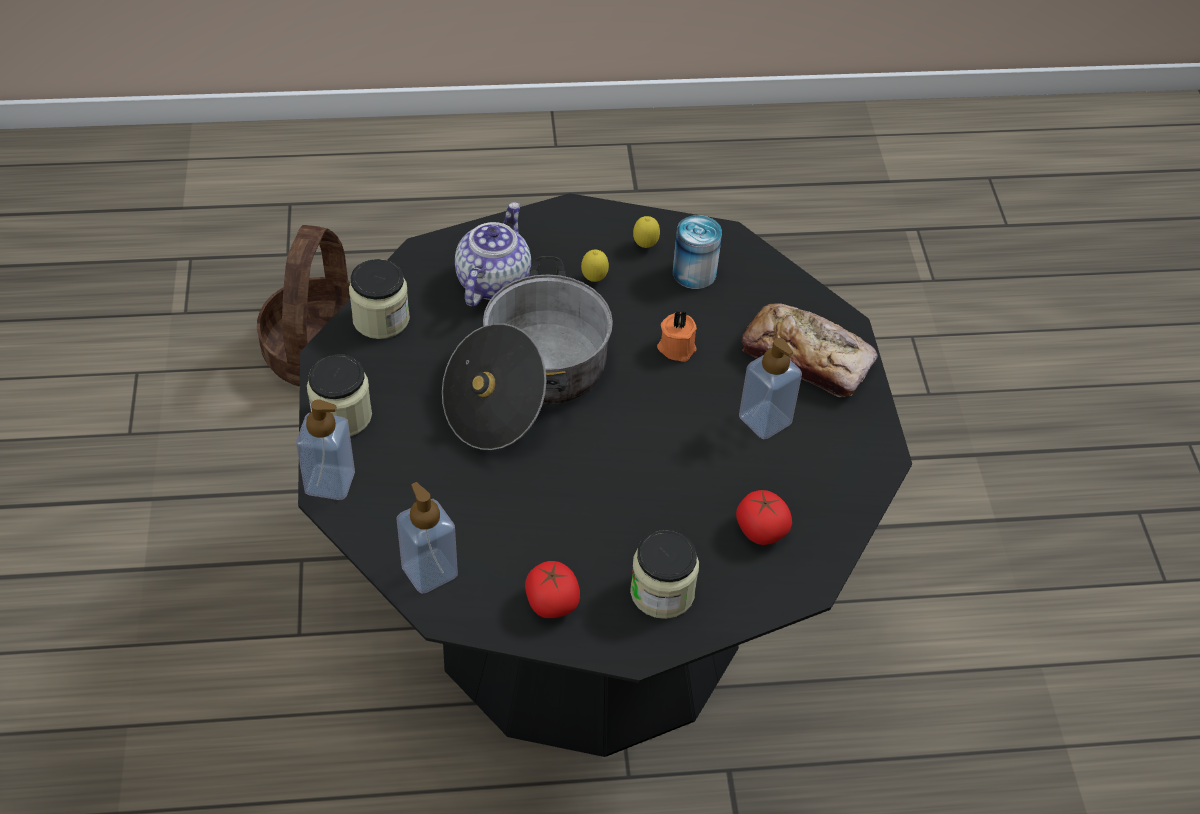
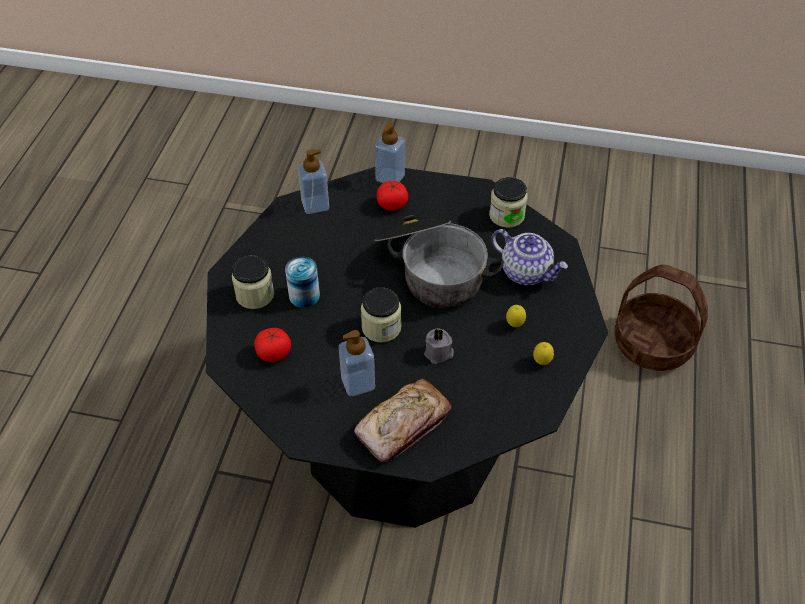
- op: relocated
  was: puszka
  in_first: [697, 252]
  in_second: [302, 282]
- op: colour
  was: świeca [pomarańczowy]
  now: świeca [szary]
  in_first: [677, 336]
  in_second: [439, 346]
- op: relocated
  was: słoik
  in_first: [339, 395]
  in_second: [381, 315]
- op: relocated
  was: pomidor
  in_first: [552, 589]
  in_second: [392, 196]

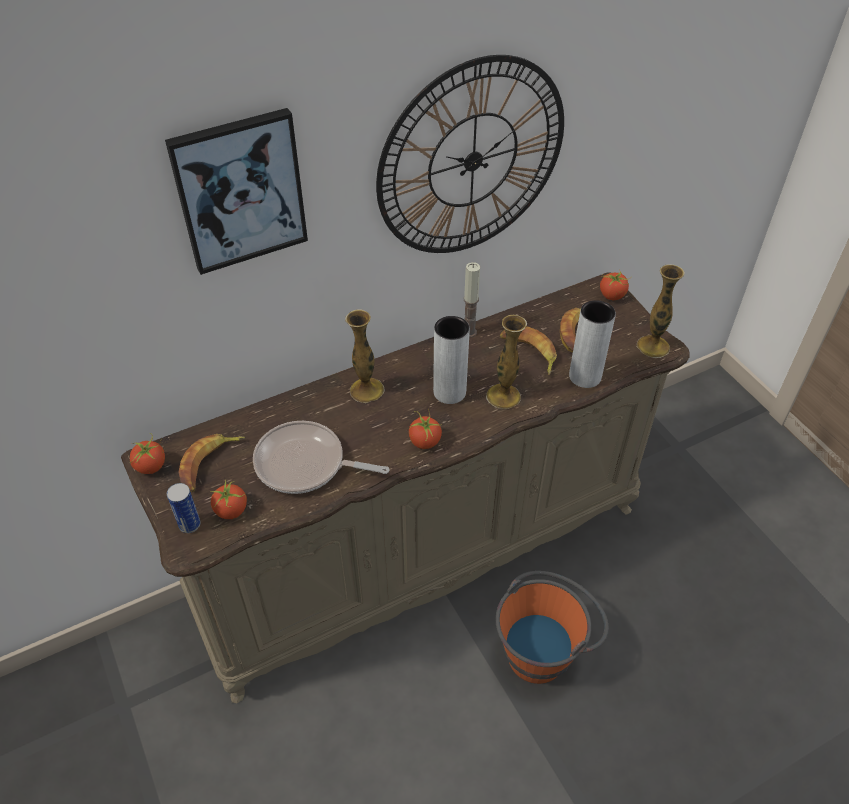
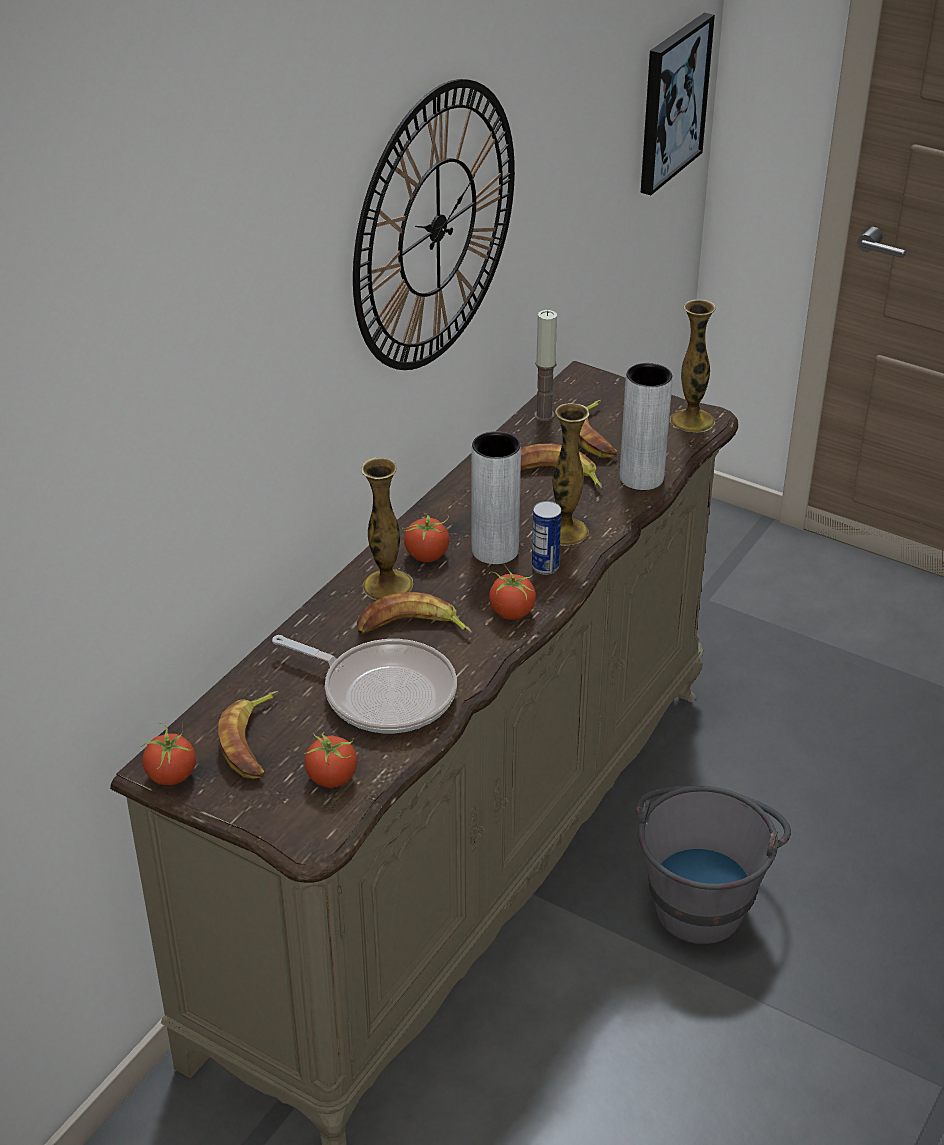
- op: relocated
  was: obraz
  in_first: [236, 191]
  in_second: [678, 104]
- op: relocated
  was: świeca
  in_first: [471, 299]
  in_second: [545, 365]
- op: relocated
  was: pomidor
  in_first: [616, 285]
  in_second: [426, 537]
- op: spun
  was: patelnia
  in_first: [321, 457]
  in_second: [364, 684]
  clockwise: -135
- op: relocated
  was: puszka
  in_first: [184, 508]
  in_second: [546, 538]
- op: colour
  was: wiadro [pomarańczowy]
  now: wiadro [szary]
  in_first: [552, 627]
  in_second: [713, 865]
- op: appeared
  now: banan
  in_second: [414, 613]

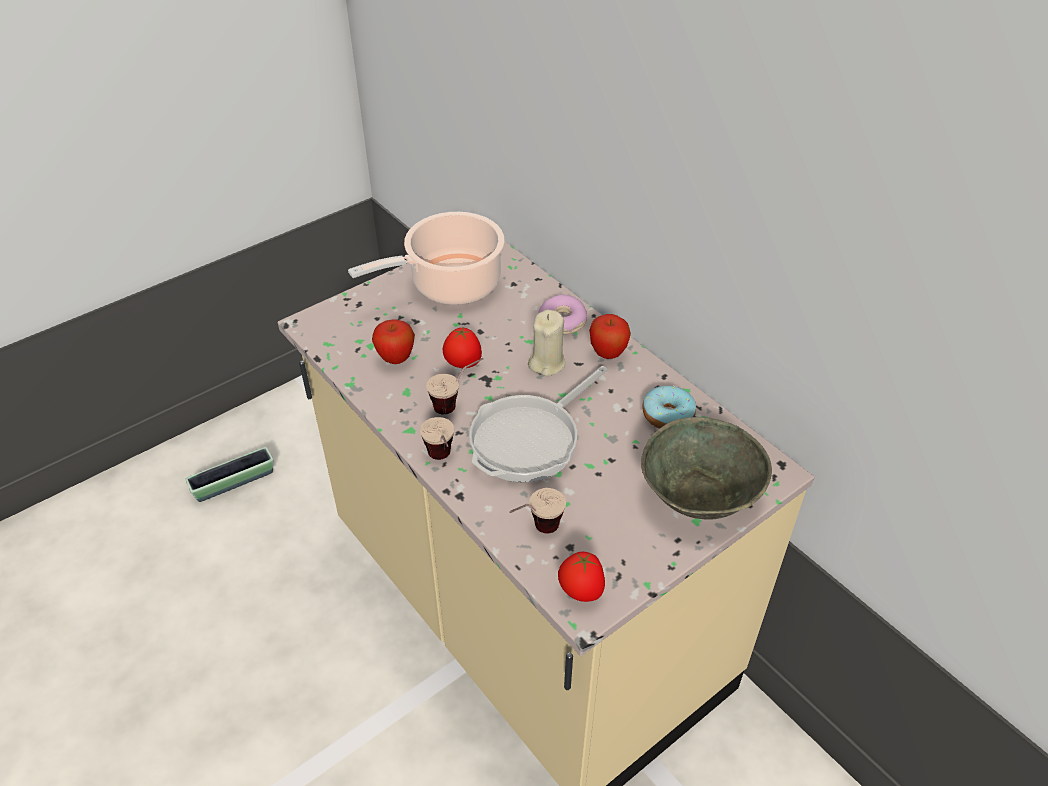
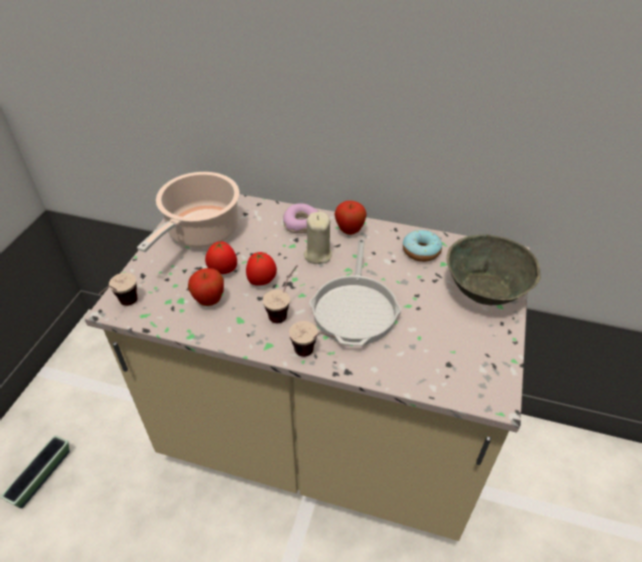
- op: relocated
  was: filiżanka
  in_first: [537, 511]
  in_second: [118, 289]
- op: relocated
  was: pomidor
  in_first: [581, 577]
  in_second: [221, 257]

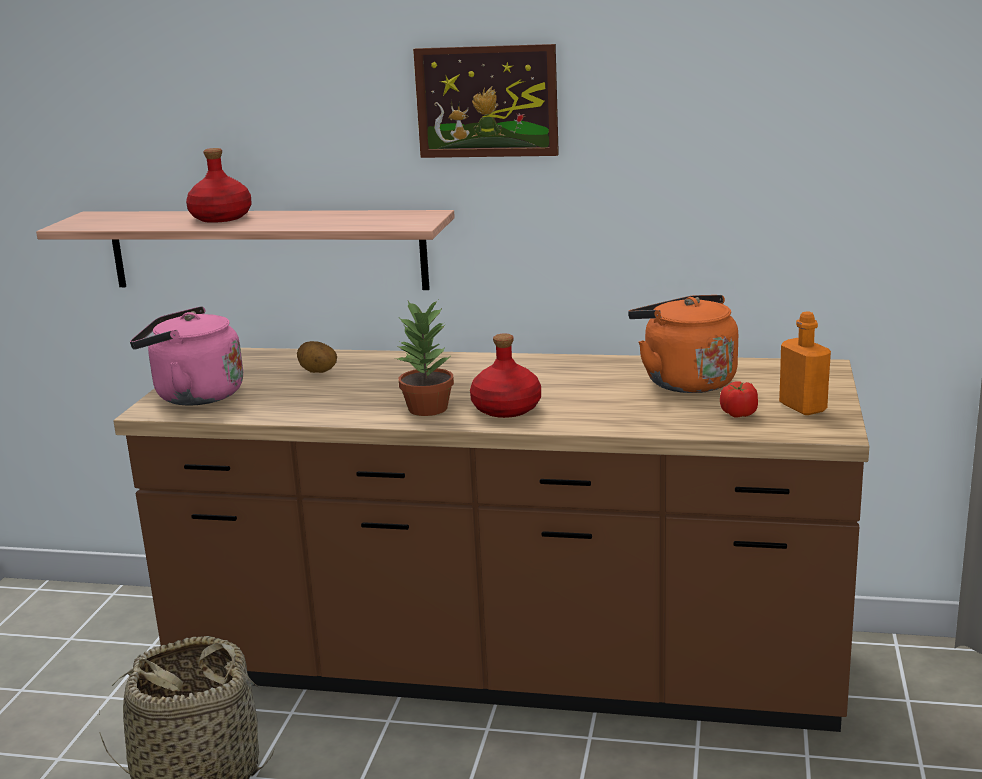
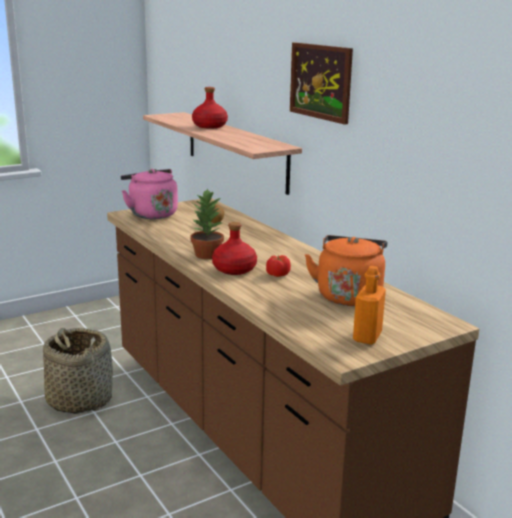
- op: relocated
  was: pomidor
  in_first: [739, 399]
  in_second: [278, 266]

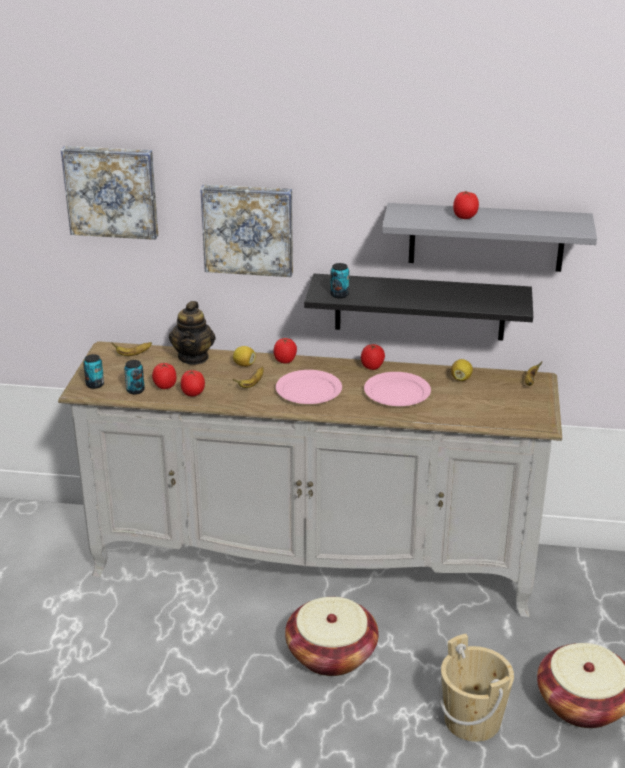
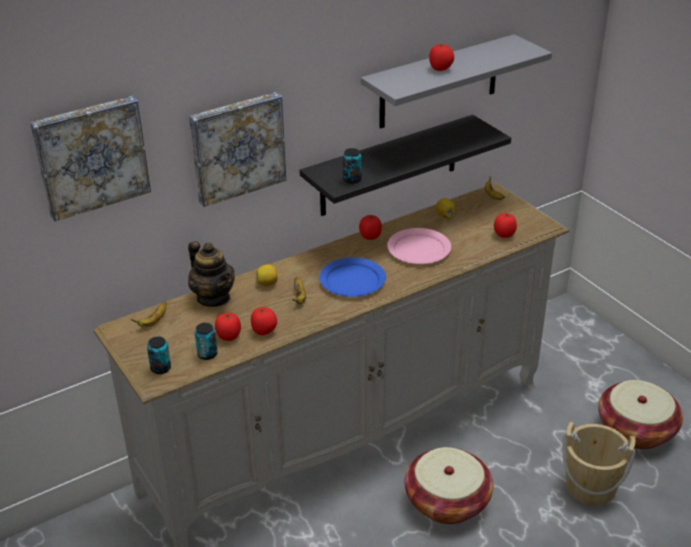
- op: relocated
  was: pomidor
  in_first: [285, 350]
  in_second: [505, 225]
- op: colour
  was: talerz [różowy]
  now: talerz [niebieski]
  in_first: [309, 387]
  in_second: [352, 277]

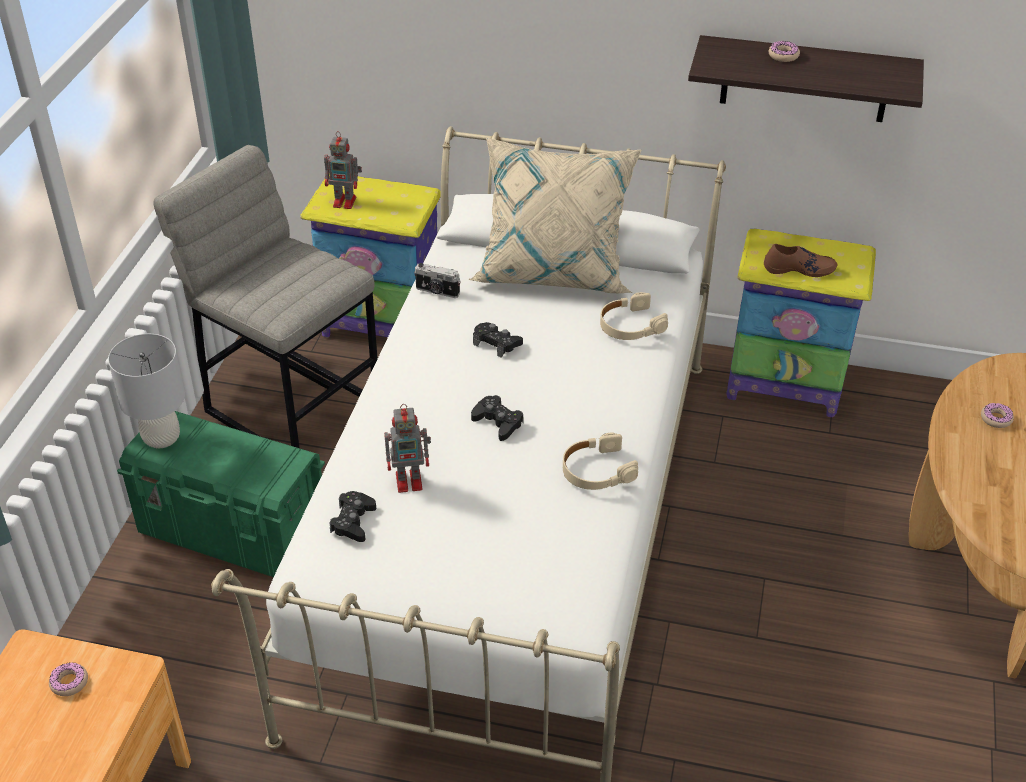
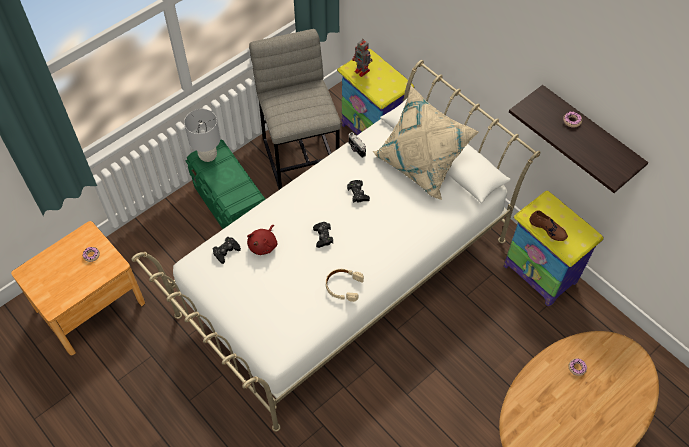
- op: missing
  was: słuchawki [beżowy]
  in_first: [634, 316]
- op: exchanged
  was: robot zabawkowy
  now: pluszak [czerwony]
  in_first: [407, 448]
  in_second: [262, 240]

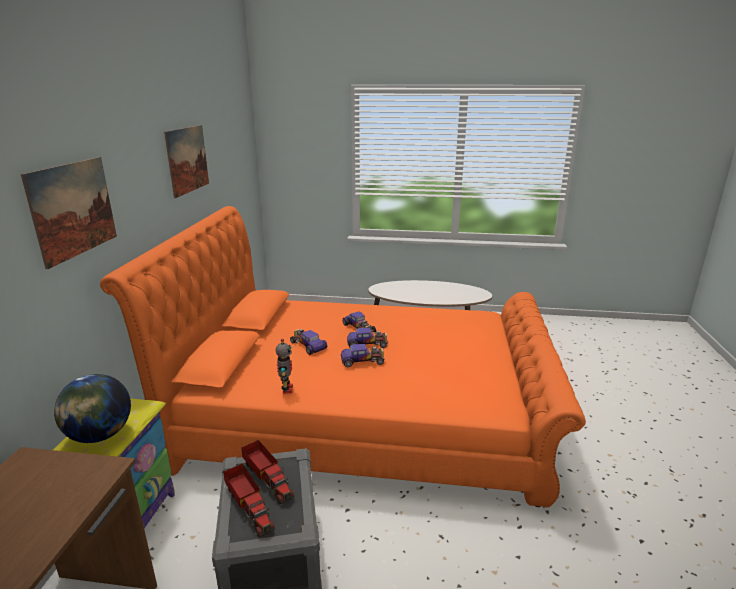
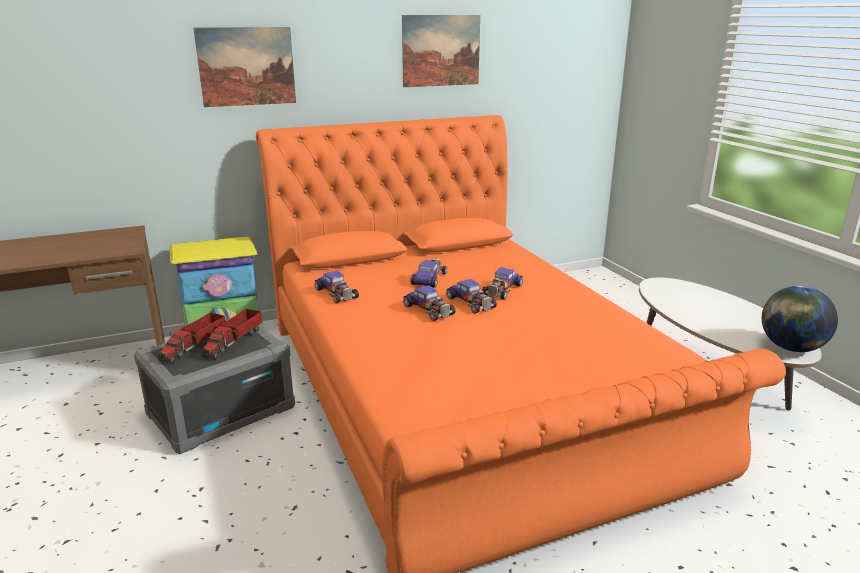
- op: exchanged
  was: robot zabawkowy
  now: samochodzik
  in_first: [284, 366]
  in_second: [337, 287]
- op: relocated
  was: globus
  in_first: [92, 408]
  in_second: [800, 319]

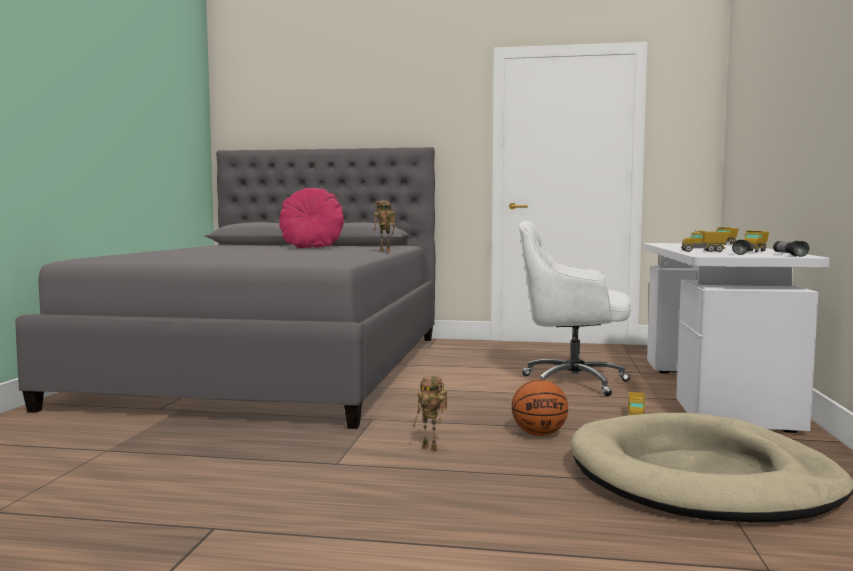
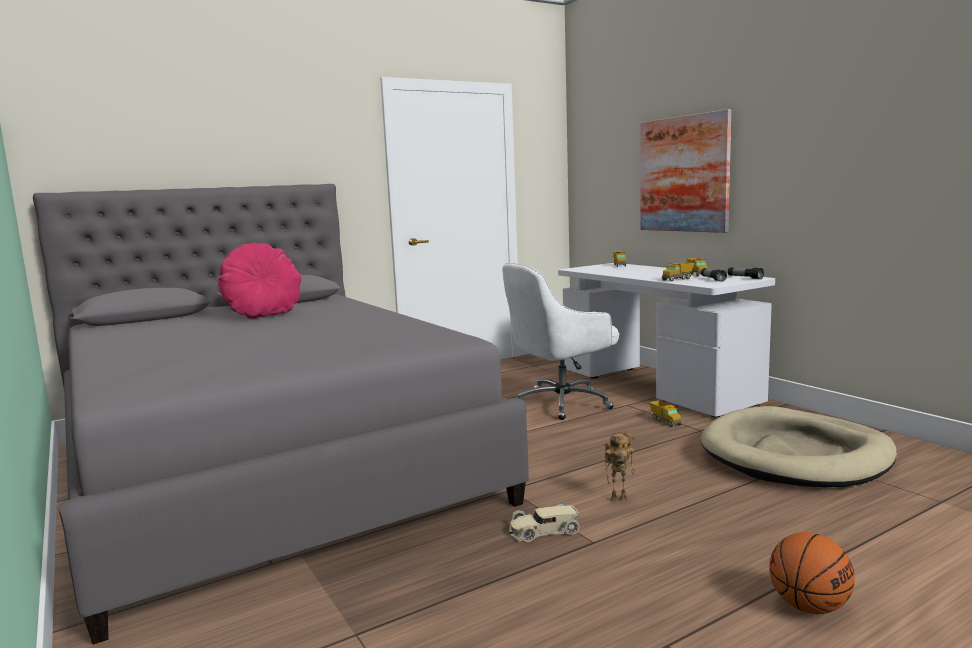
- op: missing
  was: robot zabawkowy
  in_first: [384, 226]
- op: relocated
  was: piłka do koszykówki
  in_first: [540, 407]
  in_second: [812, 573]
- op: appeared
  now: obraz
  in_second: [686, 171]
- op: appeared
  now: samochodzik [beżowy]
  in_second: [544, 523]

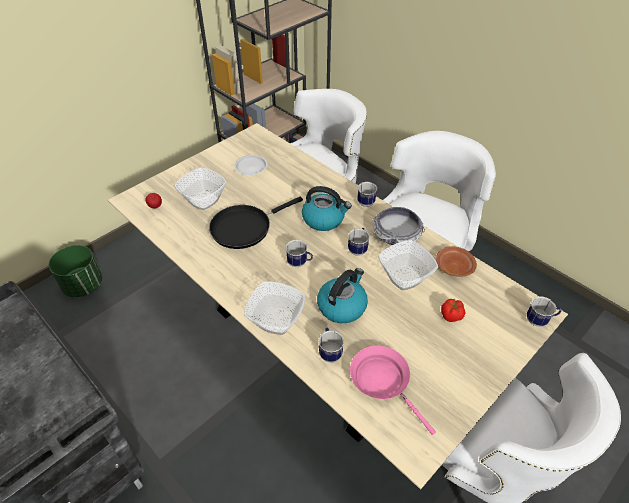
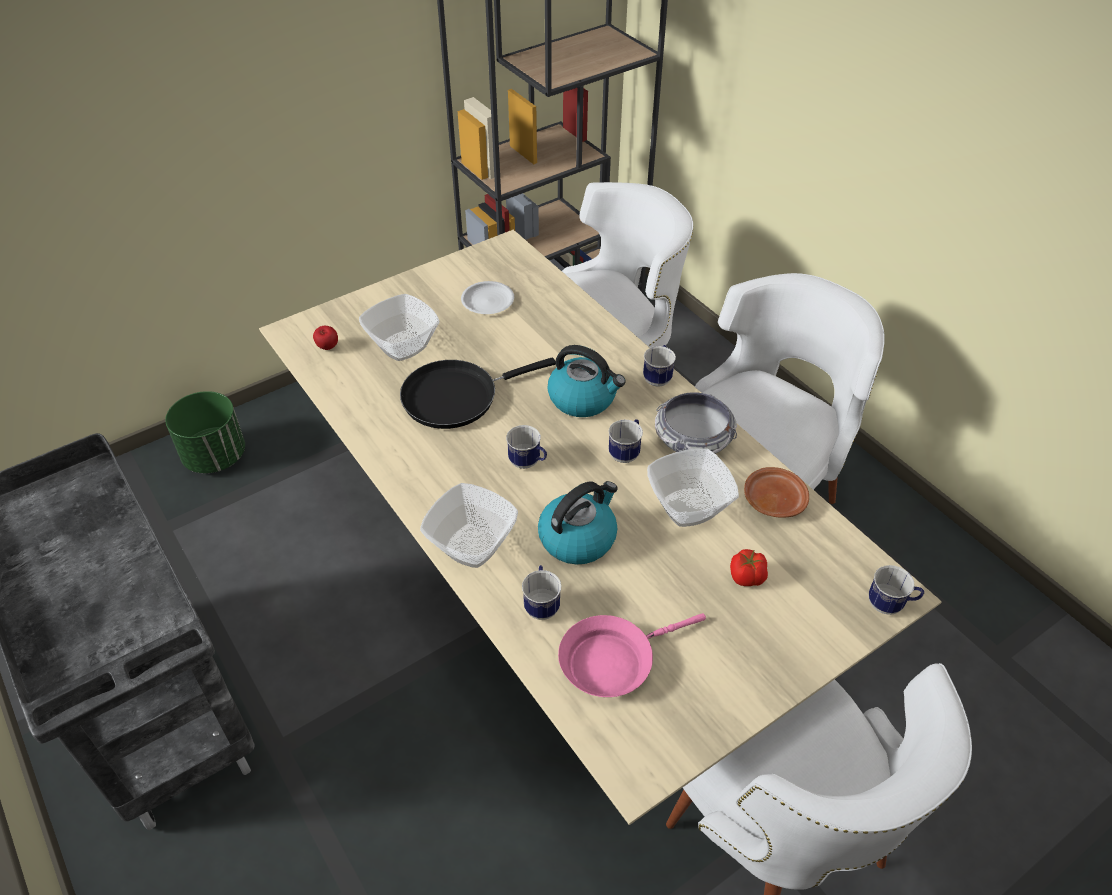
- op: spun
  was: patelnia [różowy]
  in_first: [393, 390]
  in_second: [632, 655]
  clockwise: -90

